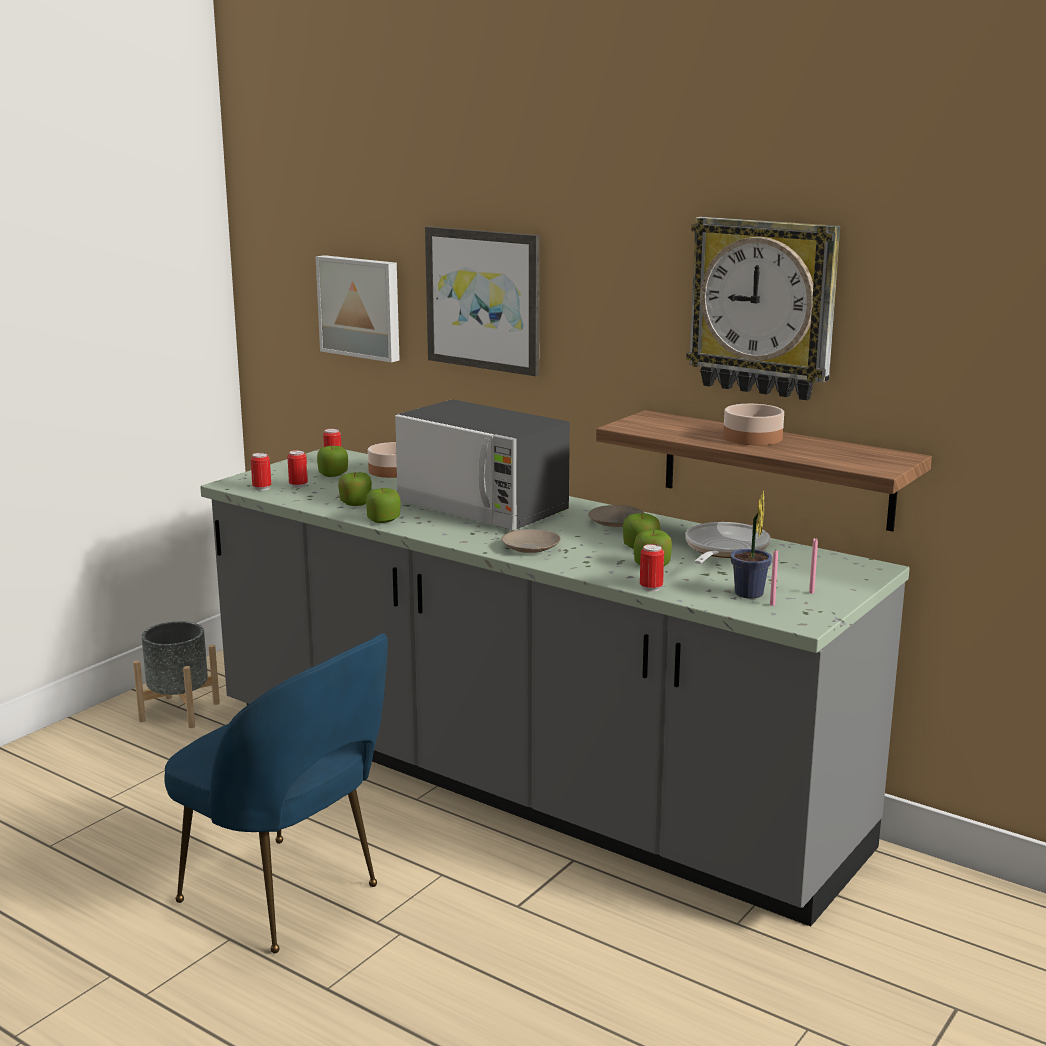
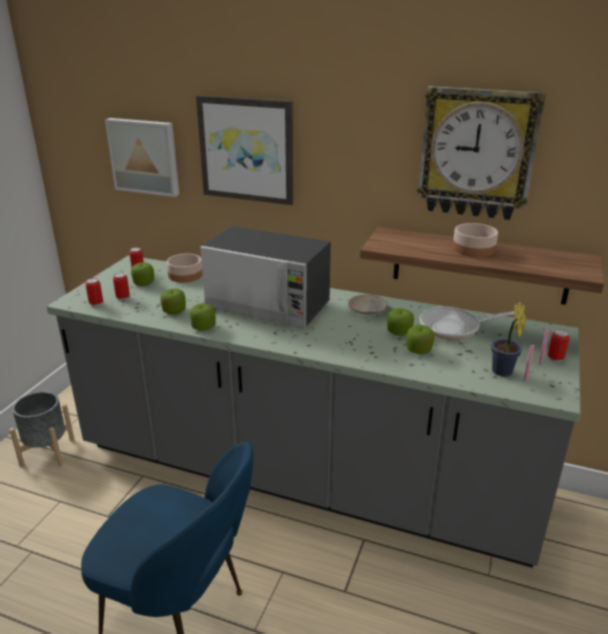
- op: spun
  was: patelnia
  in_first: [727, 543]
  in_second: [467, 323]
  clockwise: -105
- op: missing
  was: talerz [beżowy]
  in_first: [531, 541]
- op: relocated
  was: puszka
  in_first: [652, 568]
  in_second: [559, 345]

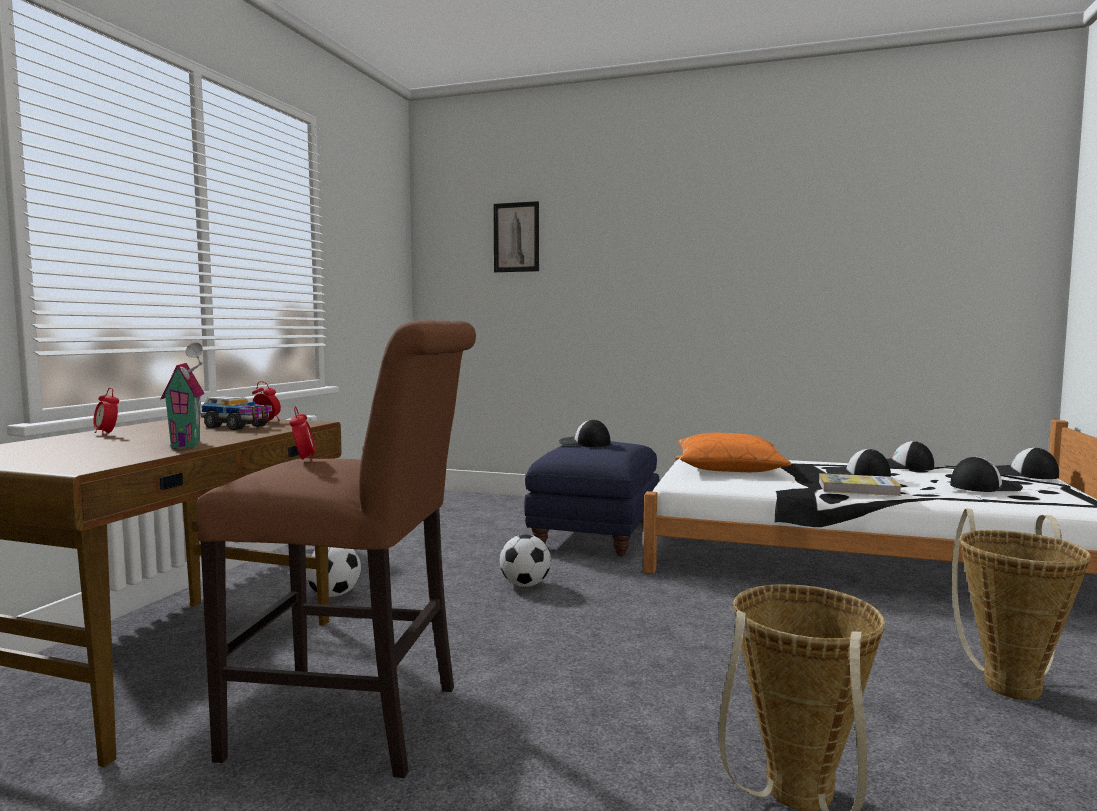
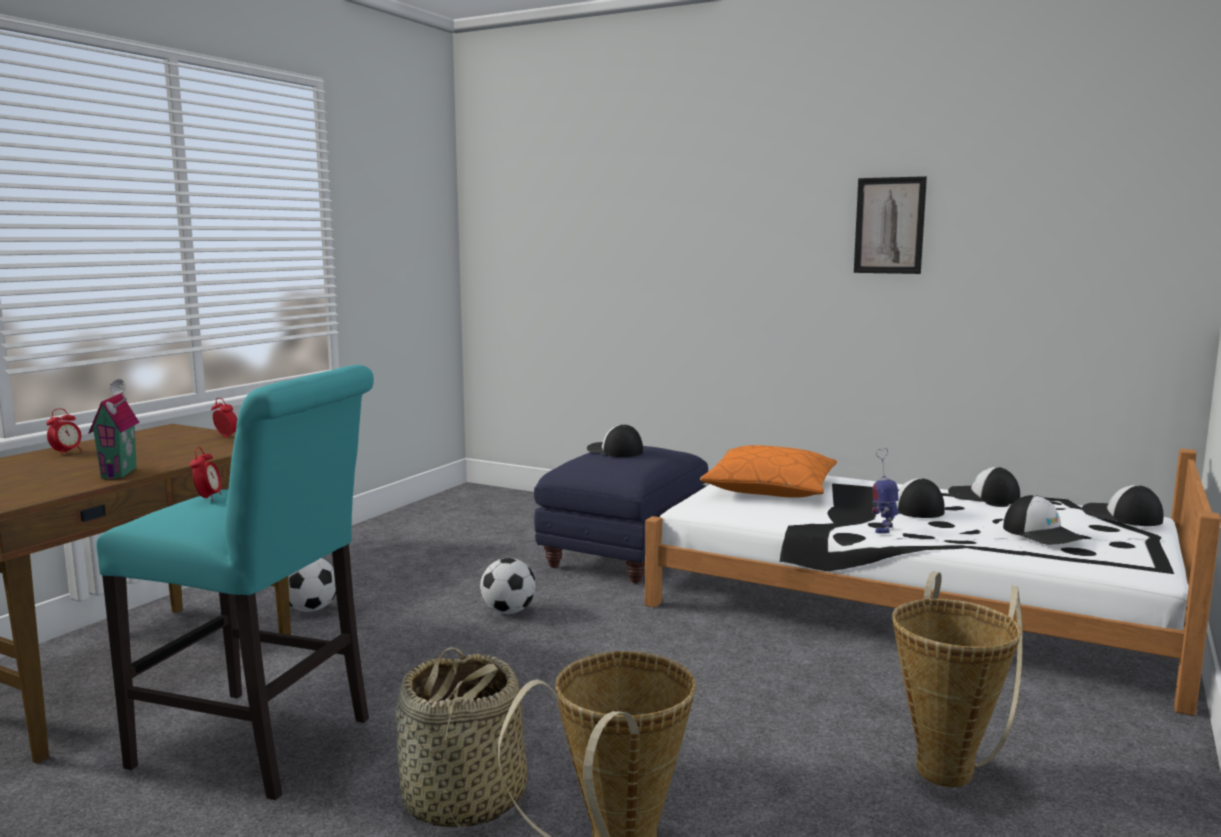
- op: relocated
  was: obraz
  in_first: [516, 236]
  in_second: [890, 225]
- op: colour
  was: stołek [brązowy]
  now: stołek [turkusowy]
  in_first: [336, 549]
  in_second: [235, 582]
- op: spun
  was: budzik
  in_first: [106, 411]
  in_second: [63, 431]
  clockwise: -120
- op: missing
  was: ciężarówka zabawkowa
  in_first: [236, 413]
- op: spun
  was: czapka z daszkiem
  in_first: [986, 474]
  in_second: [1044, 520]
  clockwise: 60
- op: exchanged
  was: książka
  now: robot zabawkowy
  in_first: [860, 484]
  in_second: [885, 490]
- op: appeared
  now: koszyk
  in_second: [461, 737]

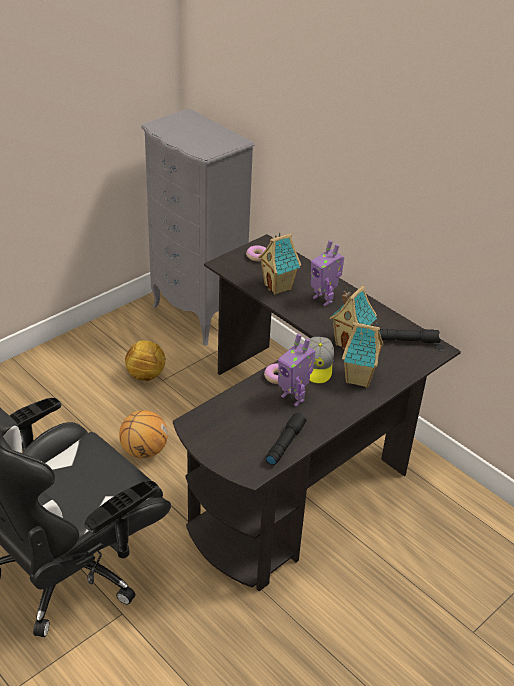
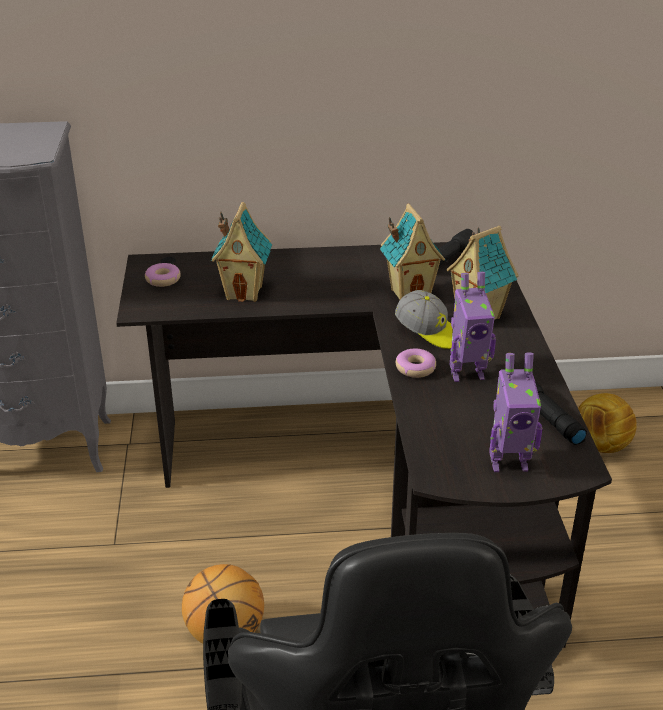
- op: relocated
  was: robot zabawkowy
  in_first: [327, 273]
  in_second: [515, 412]
- op: relocated
  was: piłka futbolowa
  in_first: [145, 360]
  in_second: [607, 423]

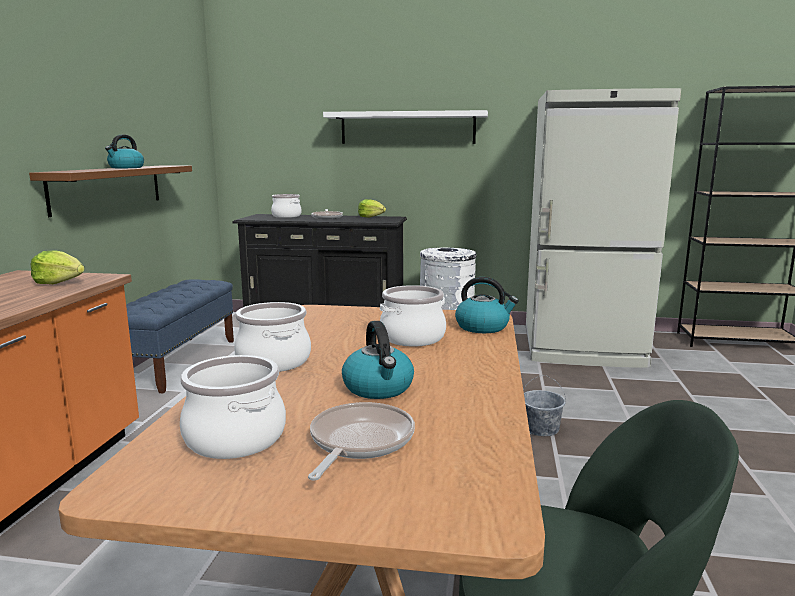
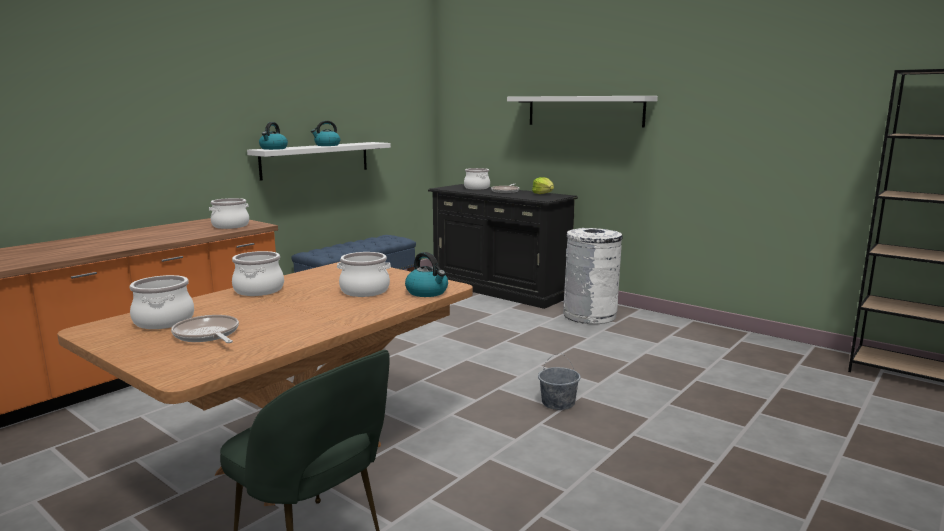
- op: missing
  was: lodówka [biały]
  in_first: [603, 228]
- op: colour
  was: półka [brązowy]
  now: półka [biały]
  in_first: [110, 191]
  in_second: [319, 161]
- op: exchanged
  was: sałata
  now: garnek
  in_first: [57, 267]
  in_second: [229, 213]
- op: relocated
  was: czajnik
  in_first: [378, 360]
  in_second: [273, 136]
- op: spun
  was: patelnia
  in_first: [361, 441]
  in_second: [205, 329]
  clockwise: -90

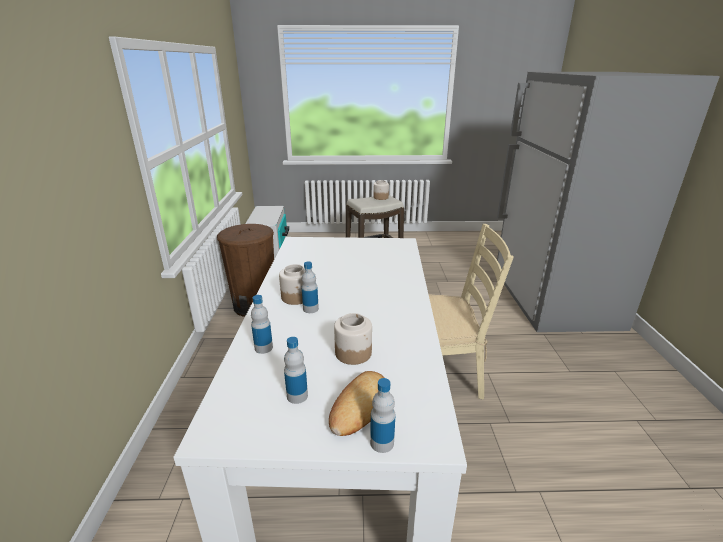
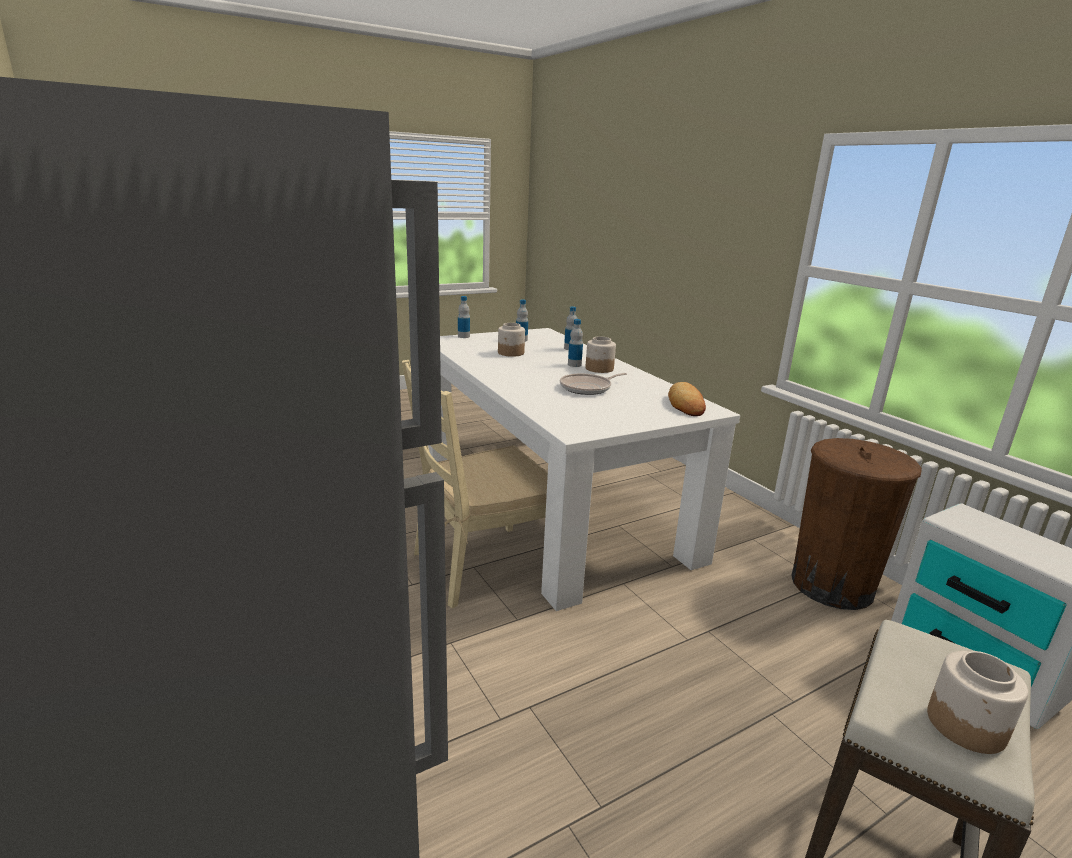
- op: relocated
  was: chleb
  in_first: [356, 403]
  in_second: [687, 399]
- op: appeared
  now: patelnia
  in_second: [593, 384]

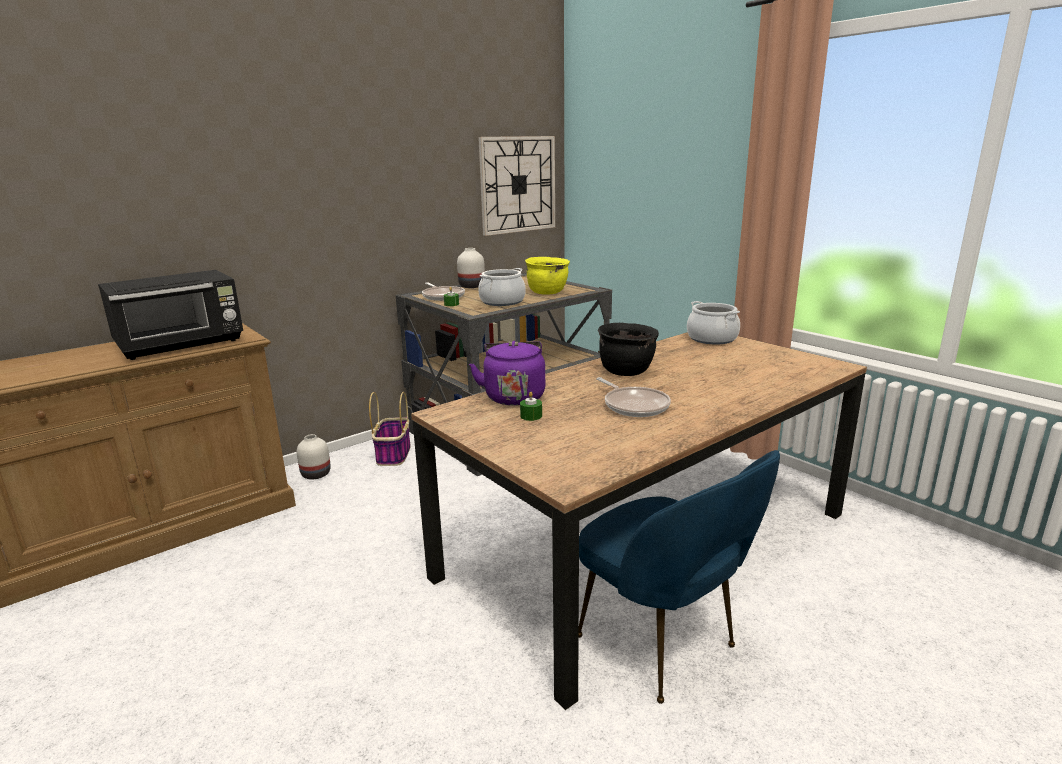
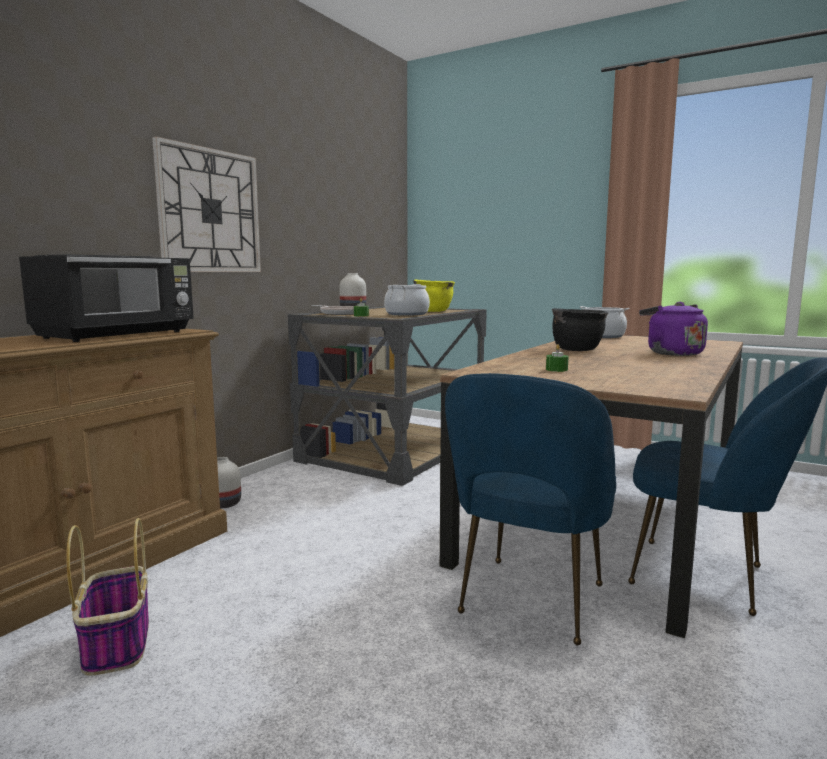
- op: relocated
  was: zegar ścienny
  in_first: [516, 186]
  in_second: [206, 204]
- op: relocated
  was: czajnik [fioletowy]
  in_first: [507, 373]
  in_second: [673, 329]
- op: missing
  was: patelnia
  in_first: [633, 397]
- op: relocated
  was: koszyk
  in_first: [390, 429]
  in_second: [107, 596]
- op: appeared
  now: krzesło [niebieski]
  in_second: [530, 509]

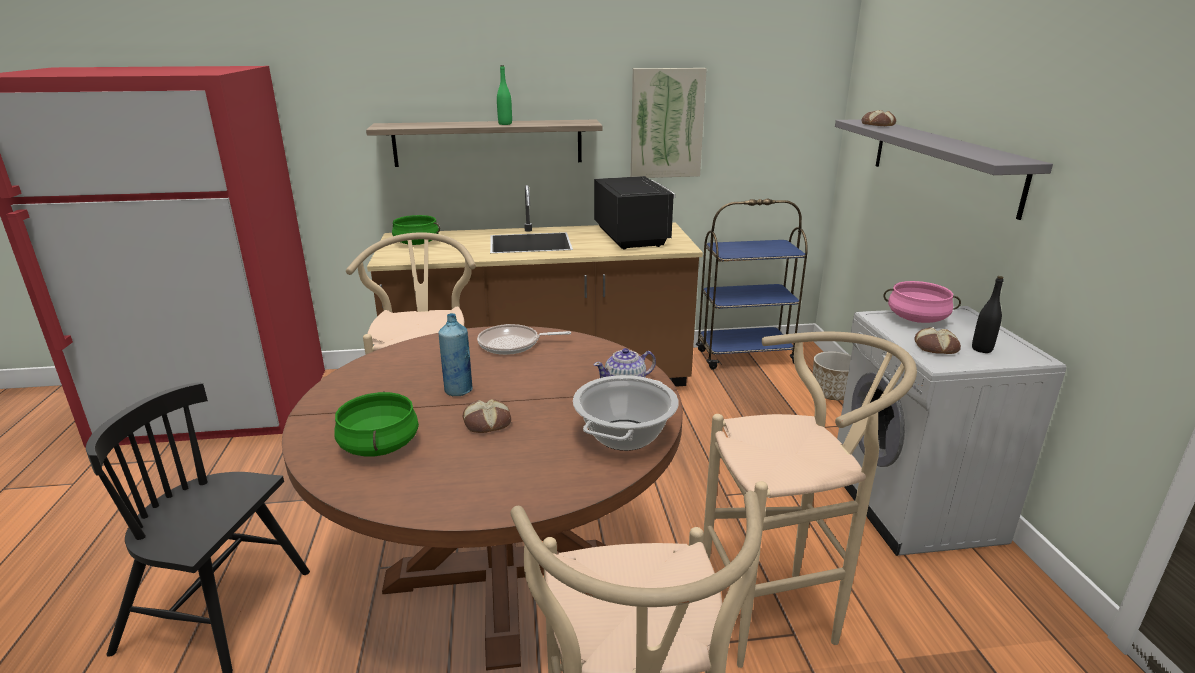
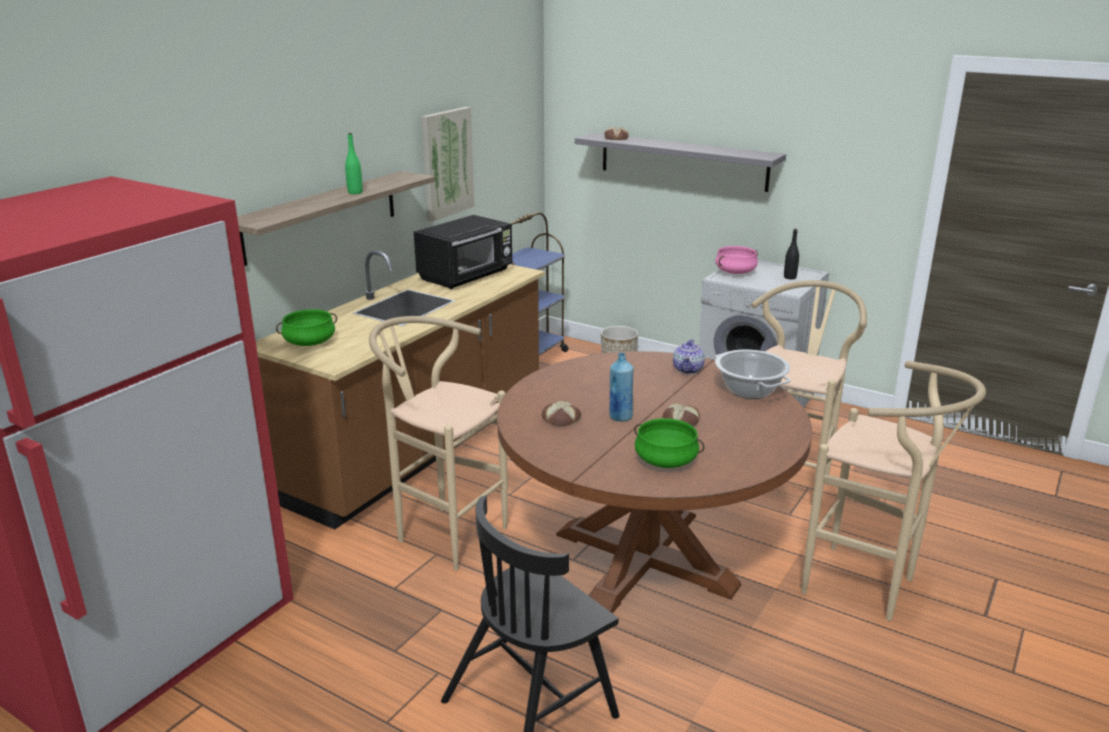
- op: spun
  was: mikrofalówka [czarny]
  in_first: [634, 213]
  in_second: [463, 252]
  clockwise: 105
- op: missing
  was: patelnia
  in_first: [524, 339]
- op: relocated
  was: chleb
  in_first: [937, 340]
  in_second: [561, 413]

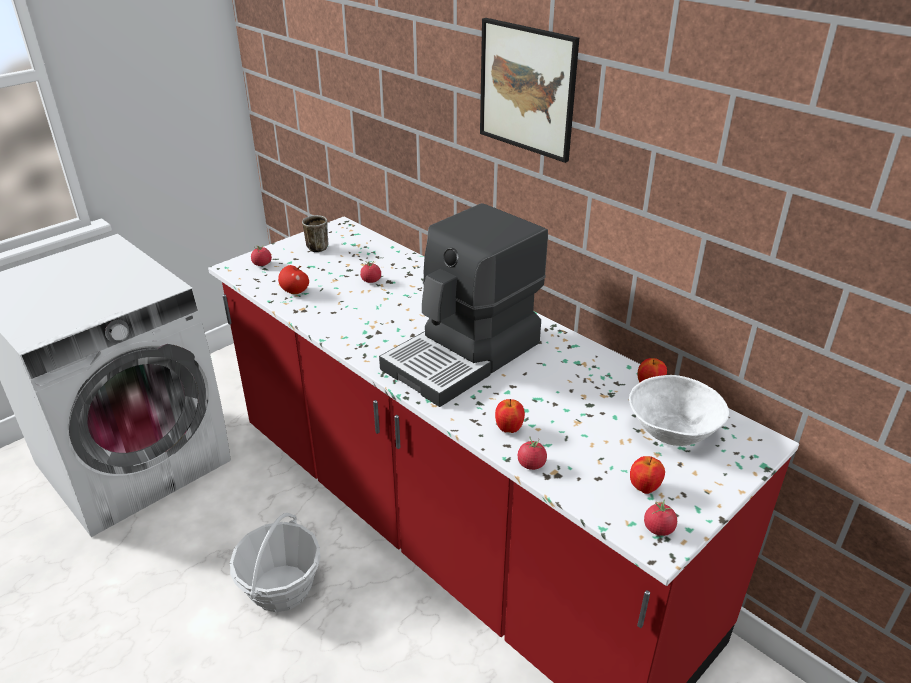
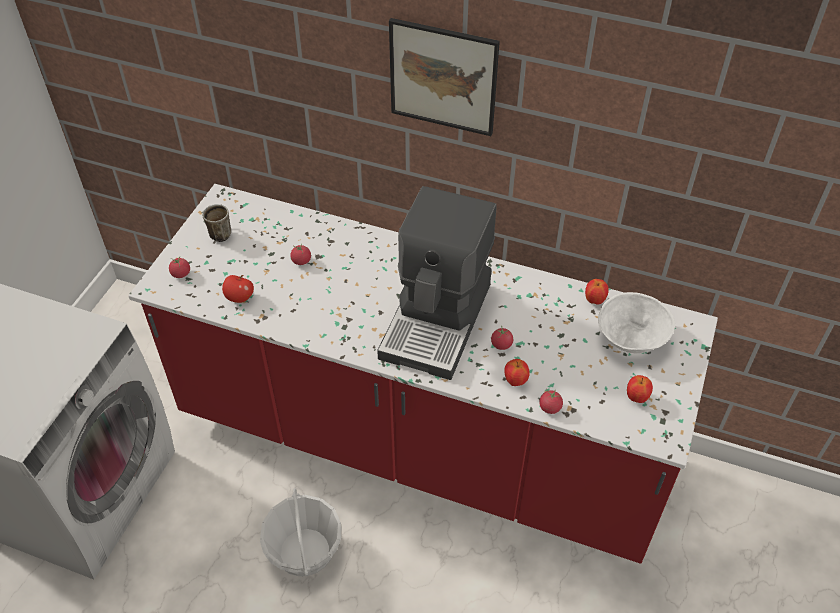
- op: relocated
  was: pomidor
  in_first: [660, 517]
  in_second: [502, 337]

